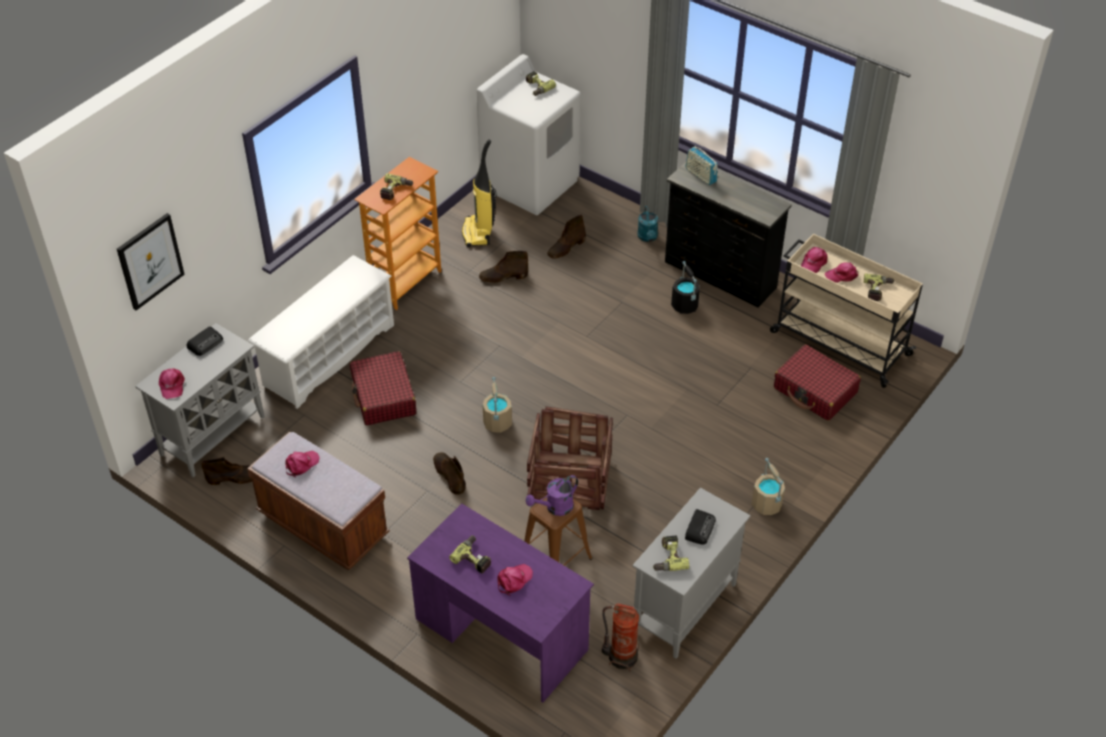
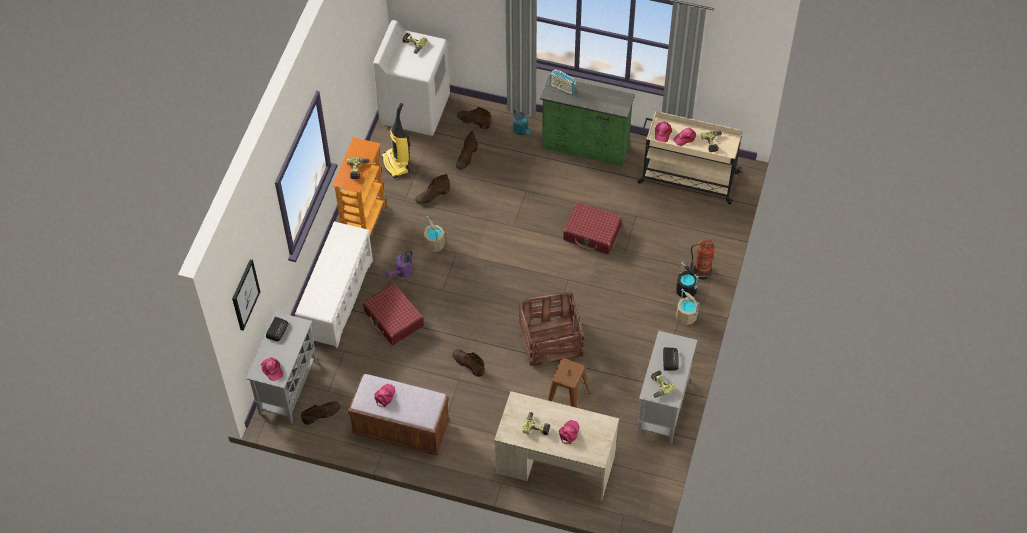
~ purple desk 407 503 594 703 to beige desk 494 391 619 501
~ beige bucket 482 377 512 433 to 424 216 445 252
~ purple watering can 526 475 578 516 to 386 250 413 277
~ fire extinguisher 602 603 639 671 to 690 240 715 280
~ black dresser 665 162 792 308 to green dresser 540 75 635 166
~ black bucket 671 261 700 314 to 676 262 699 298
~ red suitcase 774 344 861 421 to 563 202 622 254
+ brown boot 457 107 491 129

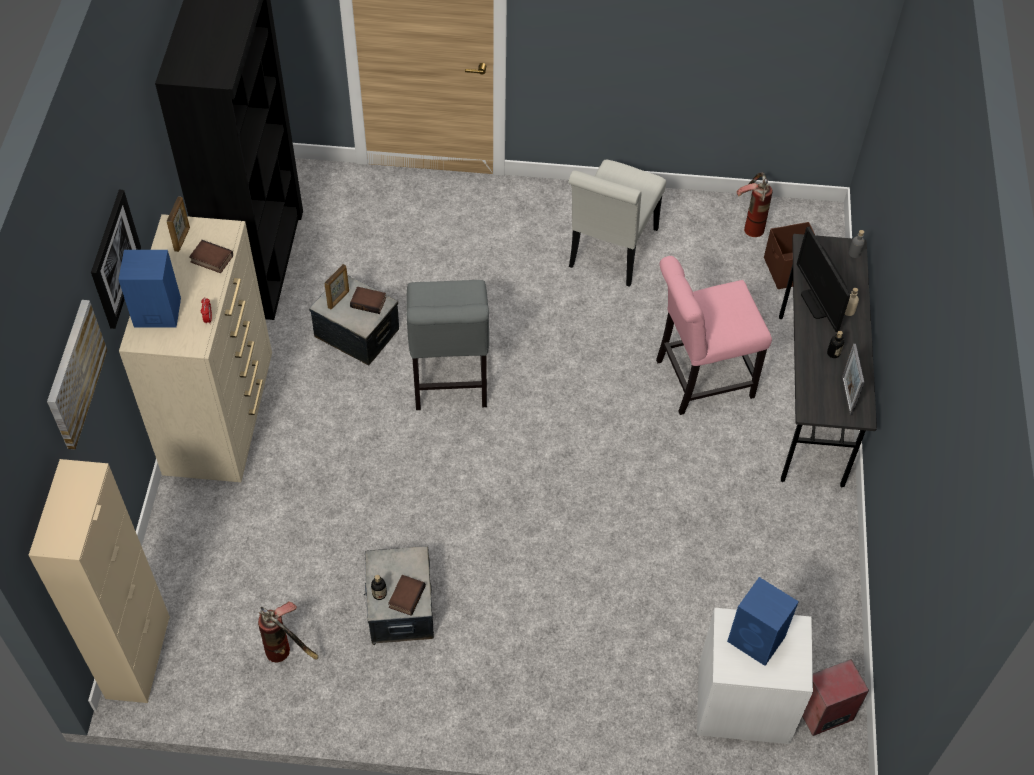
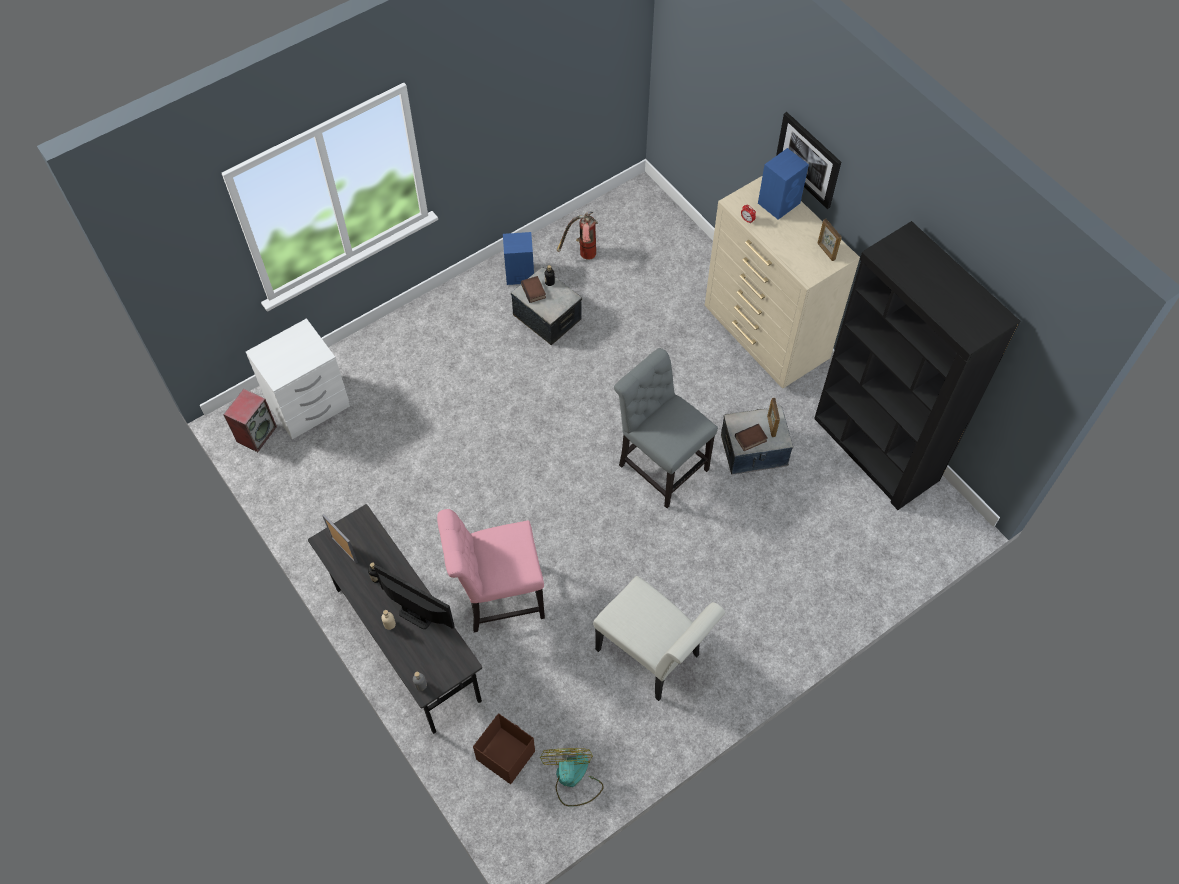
- beige cabinet 29 459 170 703
- picture 47 300 107 449
- book 189 240 233 273
~ white chair 568 160 666 287 = 593 576 725 701 150 degrees clockwise
~ pink chair 656 256 772 415 = 437 509 545 632 135 degrees counterclockwise
~ blue speaker 727 577 799 666 to 503 232 534 285
~ fire extinguisher 737 172 773 237 to fan 540 748 604 807

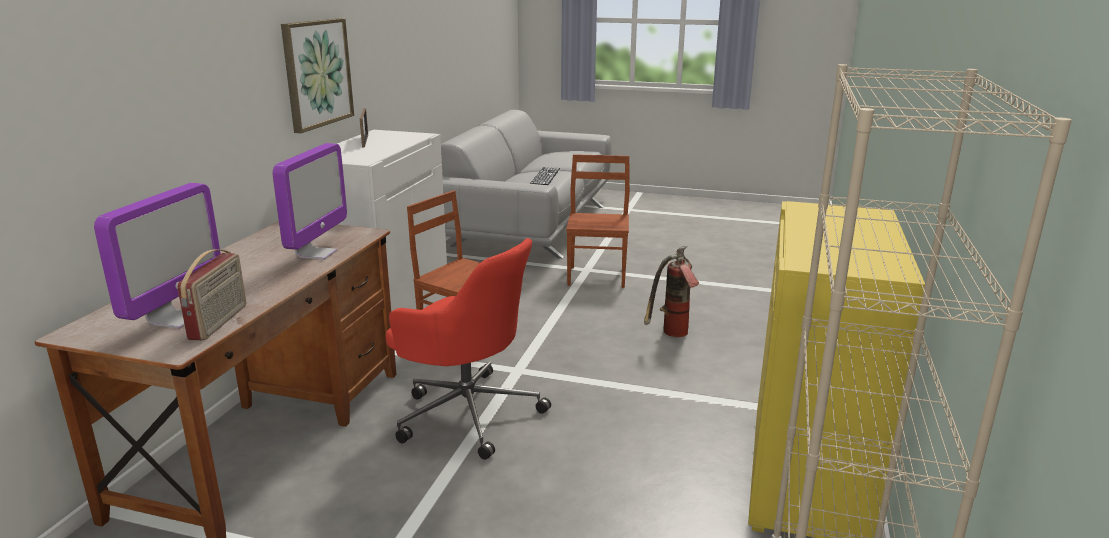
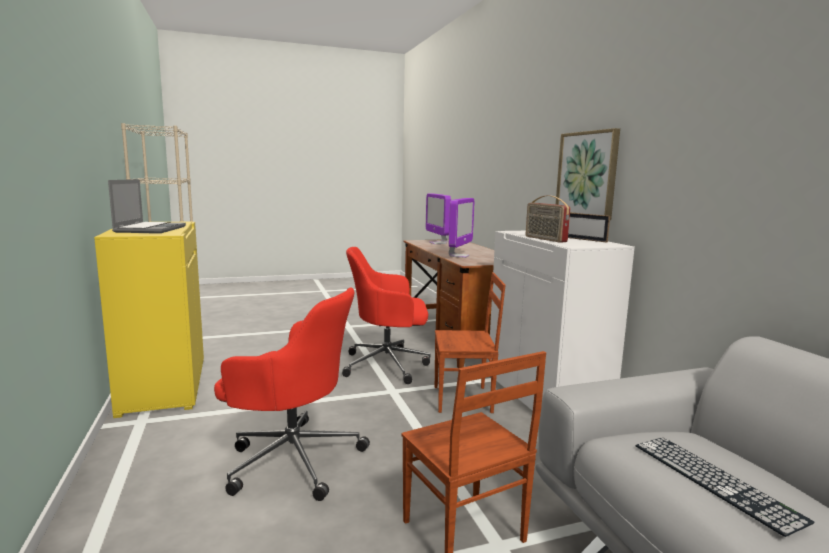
~ radio 177 249 246 340 to 526 195 570 243
~ monitor 272 143 347 260 = 449 198 474 258 135 degrees counterclockwise
~ fire extinguisher 644 246 700 337 to red office chair 214 288 370 501
+ laptop 108 179 186 233

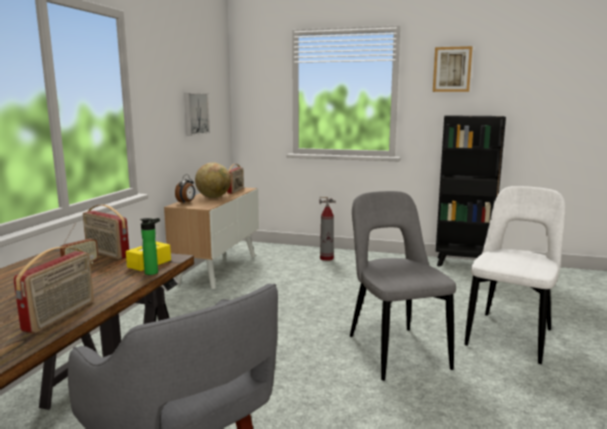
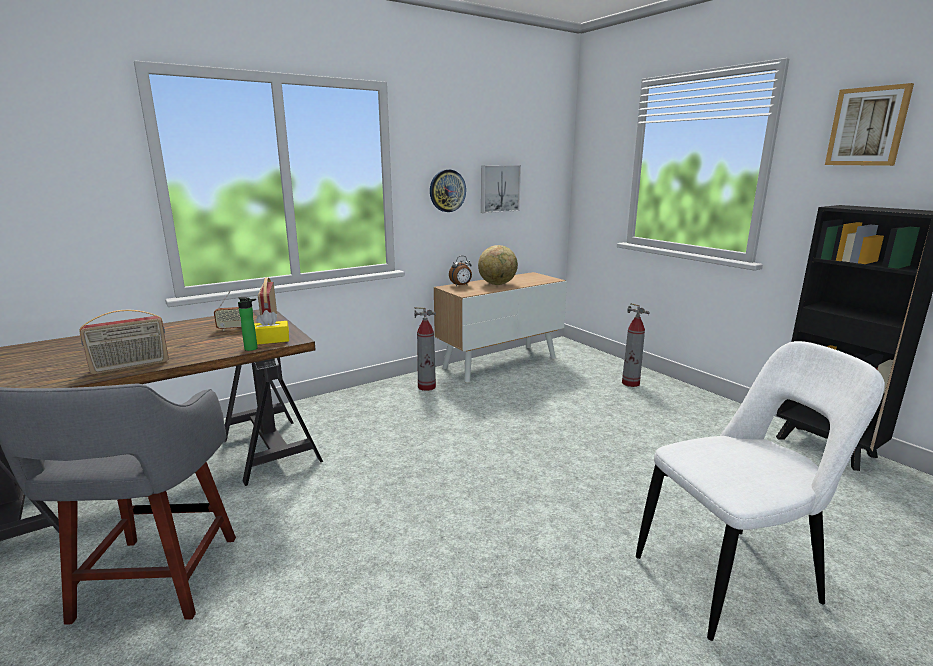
- radio 227 164 244 194
- grey chair 350 191 456 381
+ fire extinguisher 414 307 436 391
+ wall clock 430 170 466 212

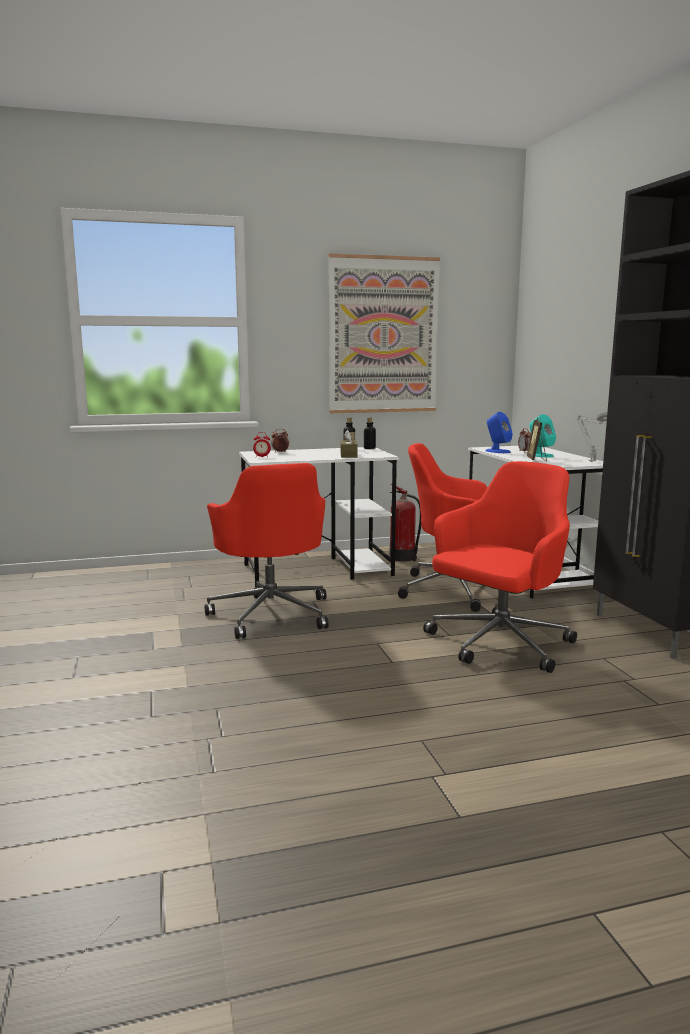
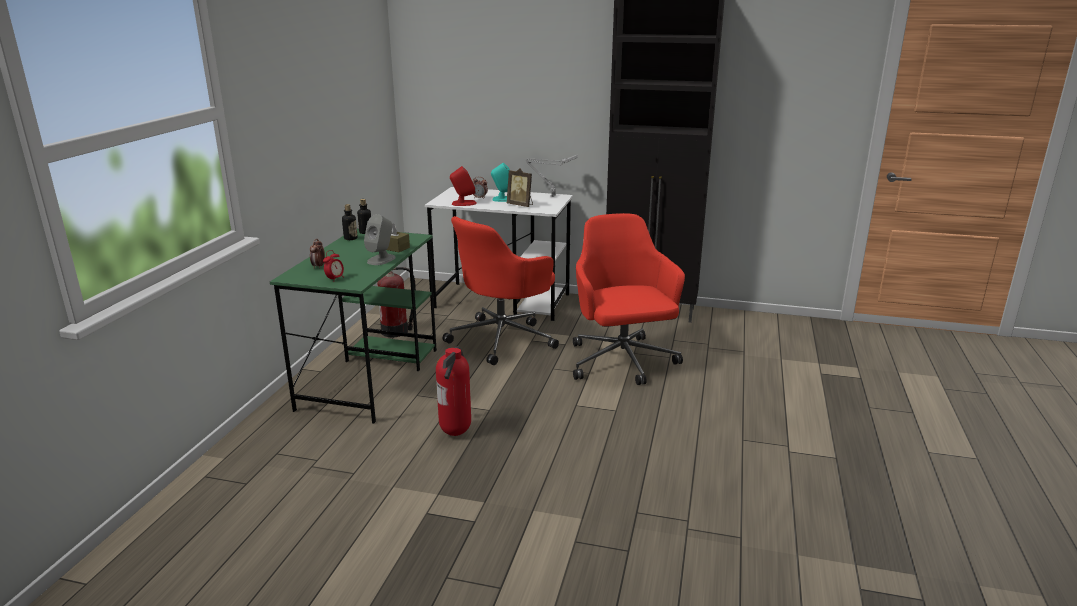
~ red office chair 205 463 329 639 to fire extinguisher 436 347 471 436
~ white desk 239 447 399 588 to green desk 270 229 437 424
- picture 329 254 440 413
~ blue speaker 485 412 513 453 to red speaker 450 166 477 206
+ grey speaker 364 214 396 265

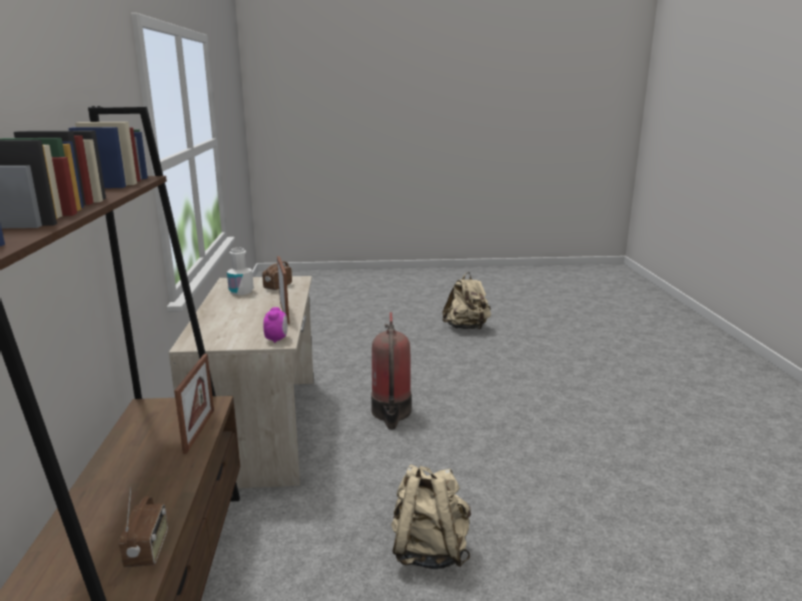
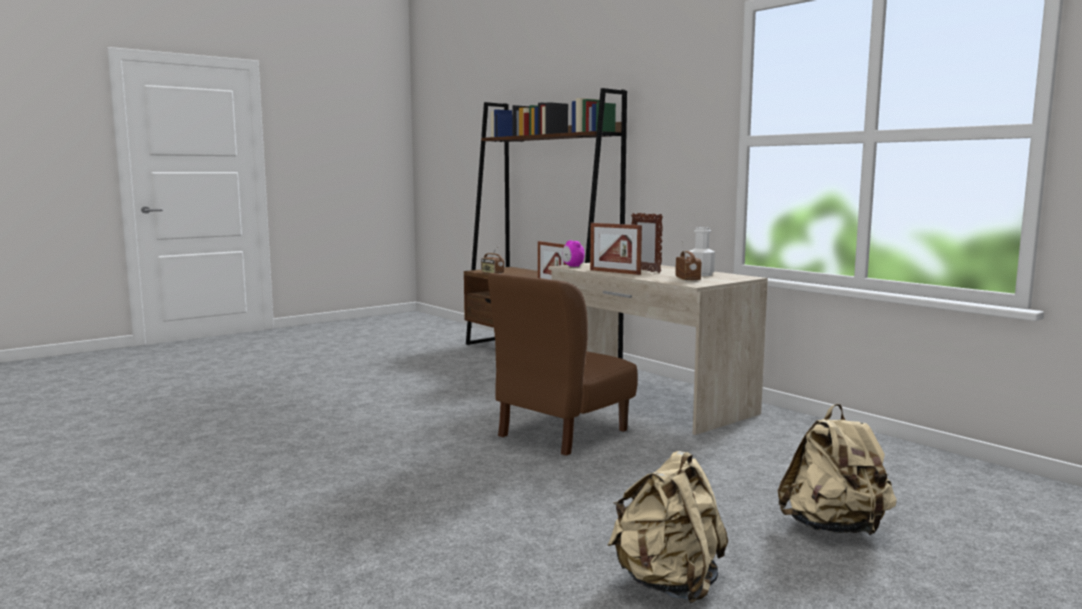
~ fire extinguisher 371 312 411 430 to brown chair 488 273 638 456
~ beige backpack 391 464 471 569 to 778 404 897 535
+ picture frame 631 213 663 273

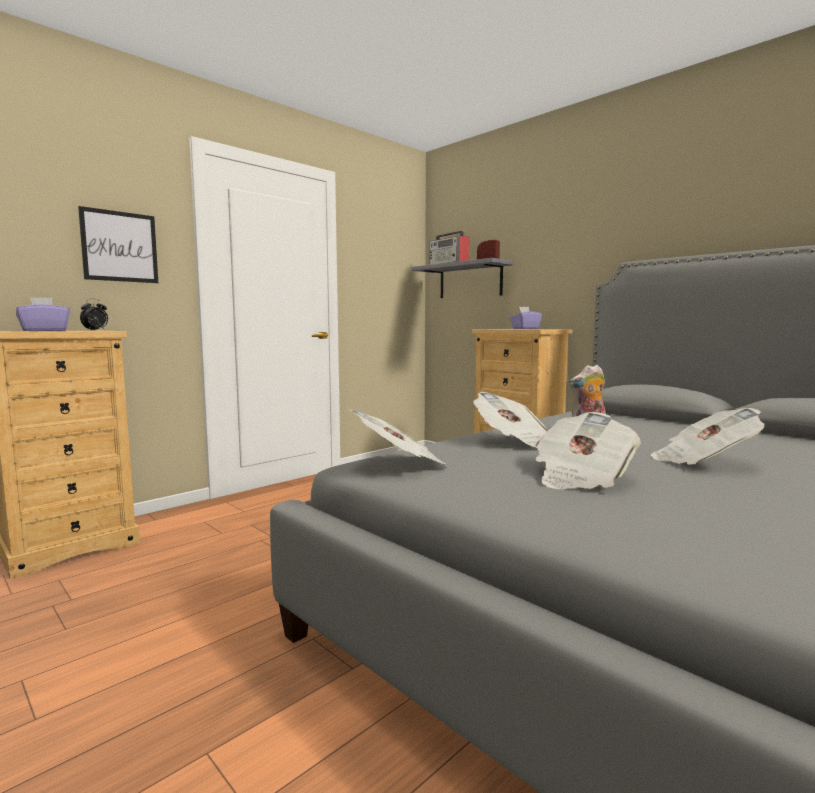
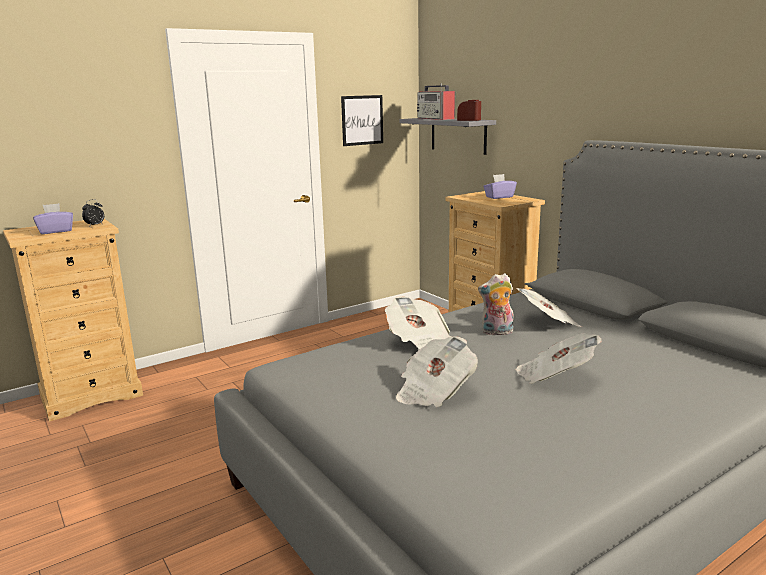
~ picture 78 206 158 283 to 341 95 383 146
~ newspaper 349 409 448 465 to 516 288 582 327

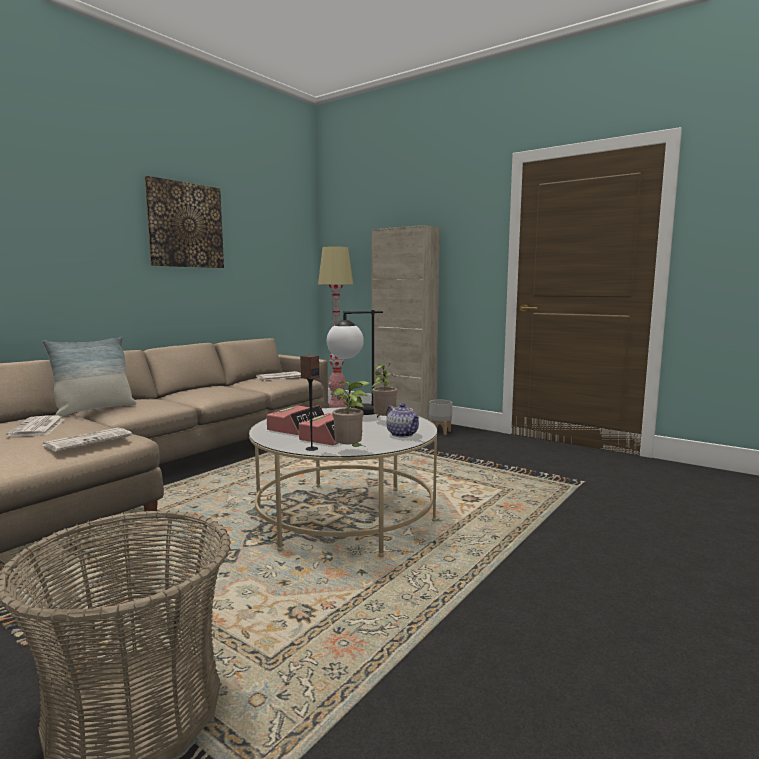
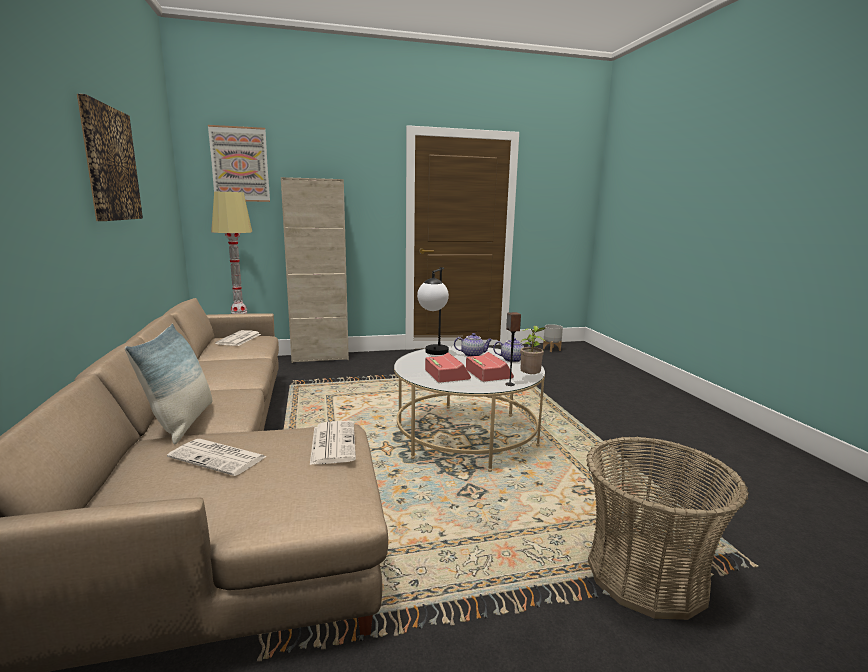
~ potted plant 372 363 397 418 to teapot 454 333 493 357
~ grey planter 429 400 452 435 to 543 324 563 352
+ picture 208 125 270 202

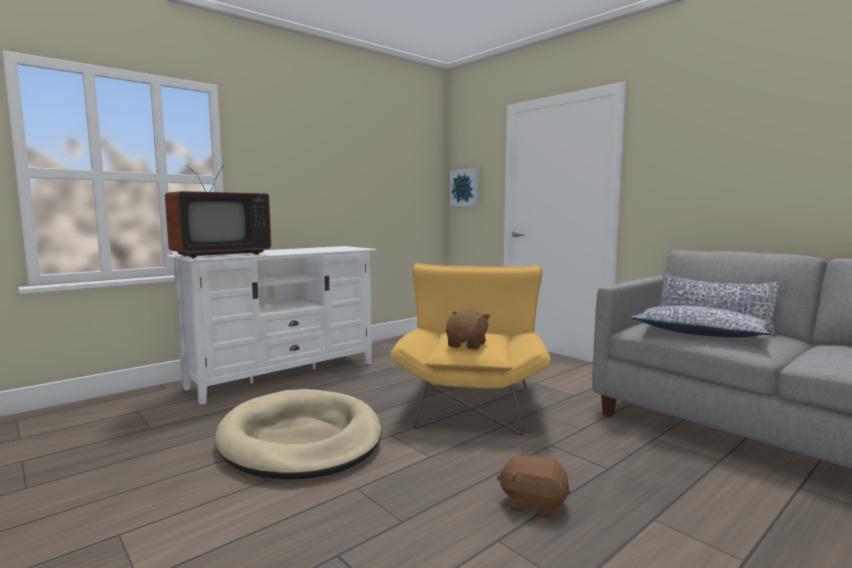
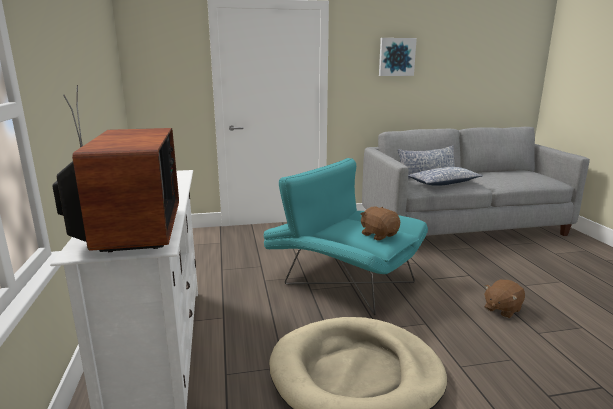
~ yellow armchair 391 263 550 436 to turquoise armchair 263 158 428 315
~ picture 450 168 479 206 to 379 38 417 76

